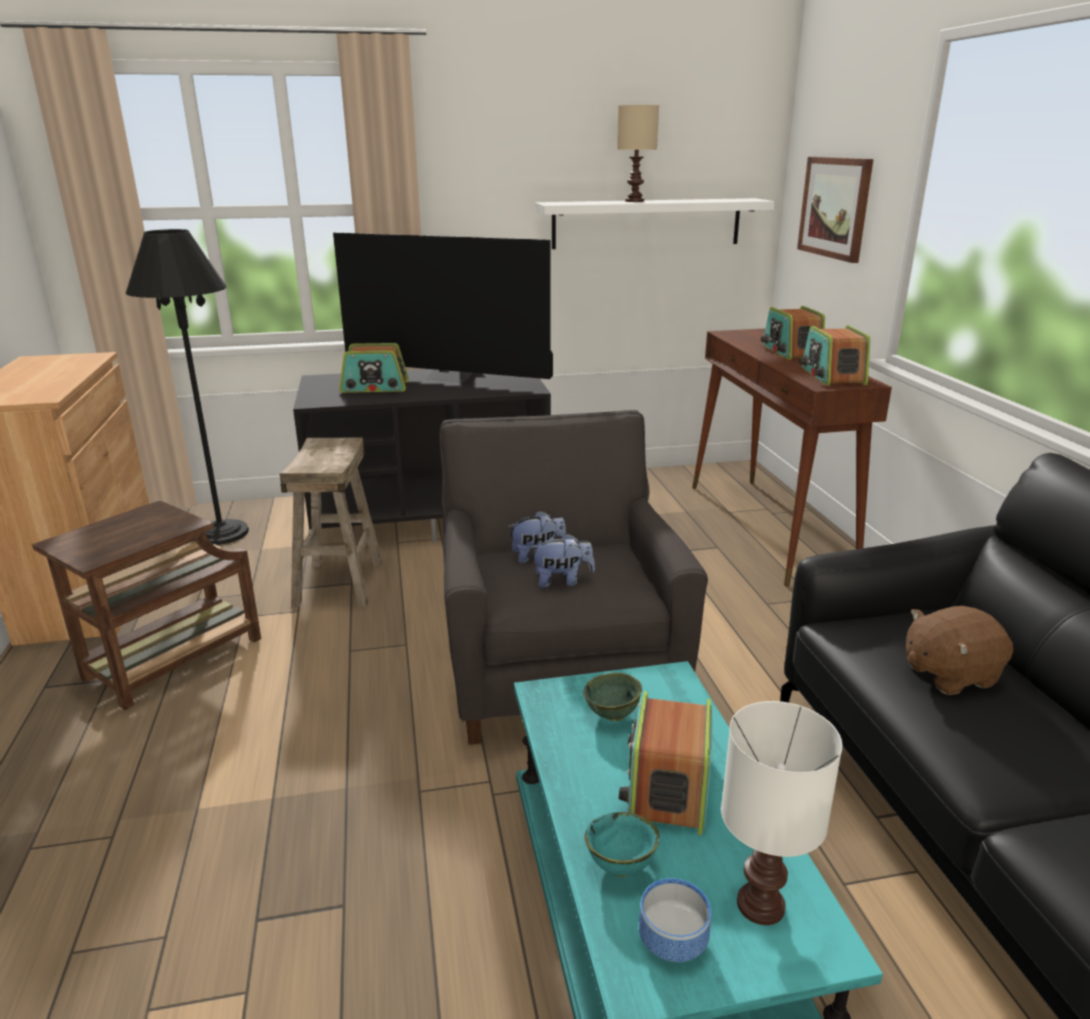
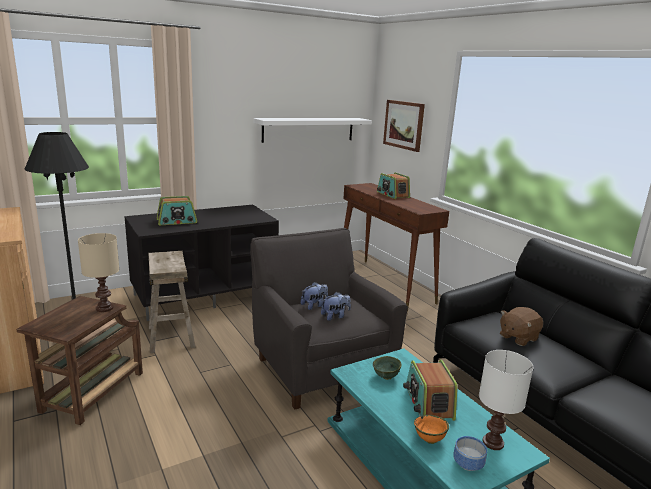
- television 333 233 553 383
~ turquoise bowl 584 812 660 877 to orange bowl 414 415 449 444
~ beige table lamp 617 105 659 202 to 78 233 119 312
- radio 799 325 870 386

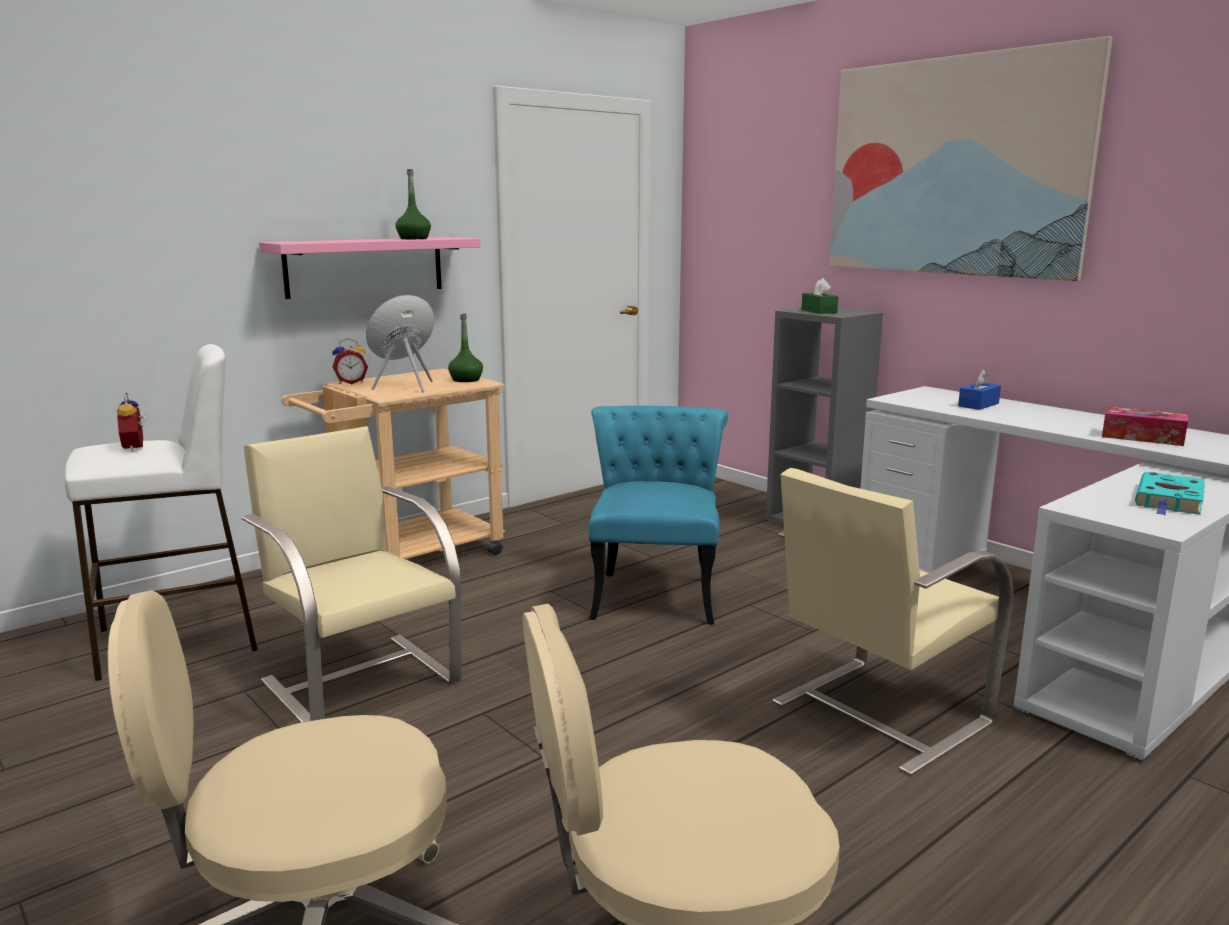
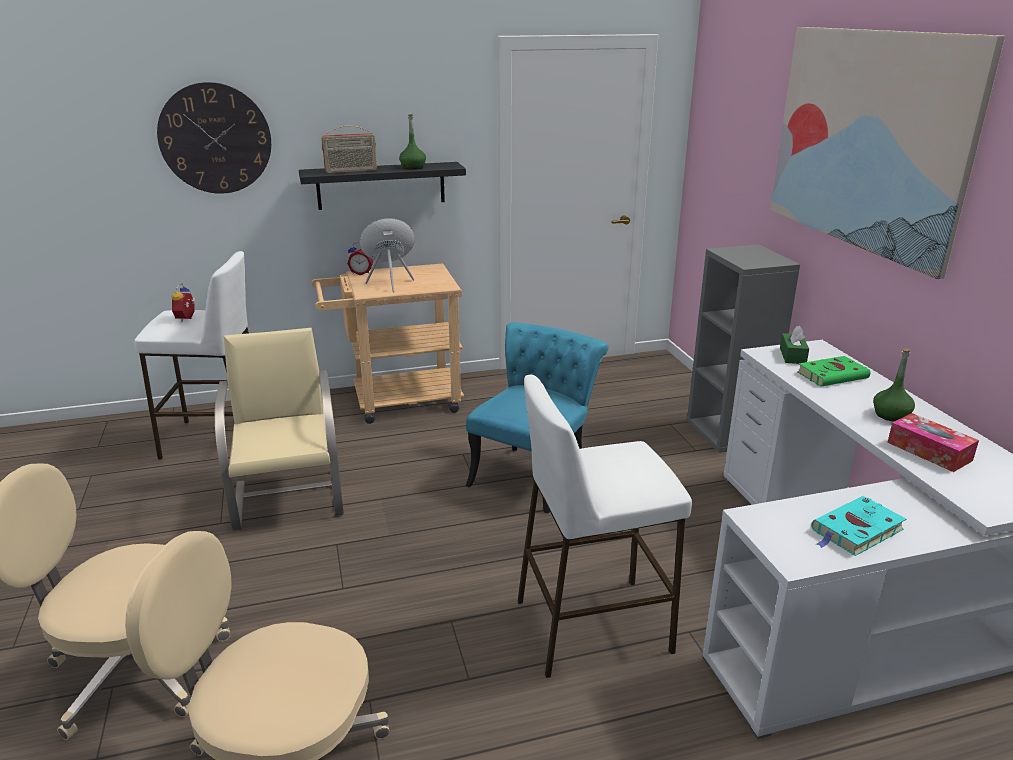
~ pink shelf 259 237 480 299 to black shelf 299 162 466 210
~ green bottle 448 313 483 382 to 873 348 915 422
~ beige chair 773 468 1014 776 to white stool 518 375 692 678
~ green tissue box 802 278 838 314 to 780 326 809 364
~ blue tissue box 958 369 1001 410 to green book 797 356 870 387
+ wall clock 157 82 271 194
+ radio 321 126 377 173

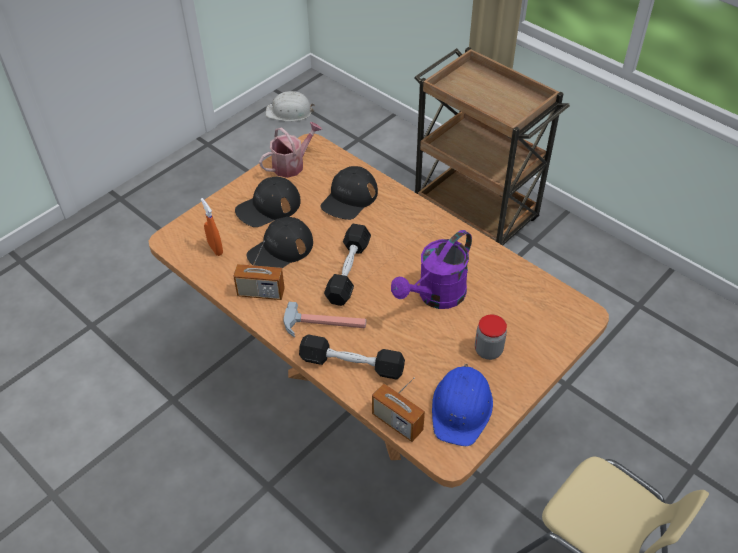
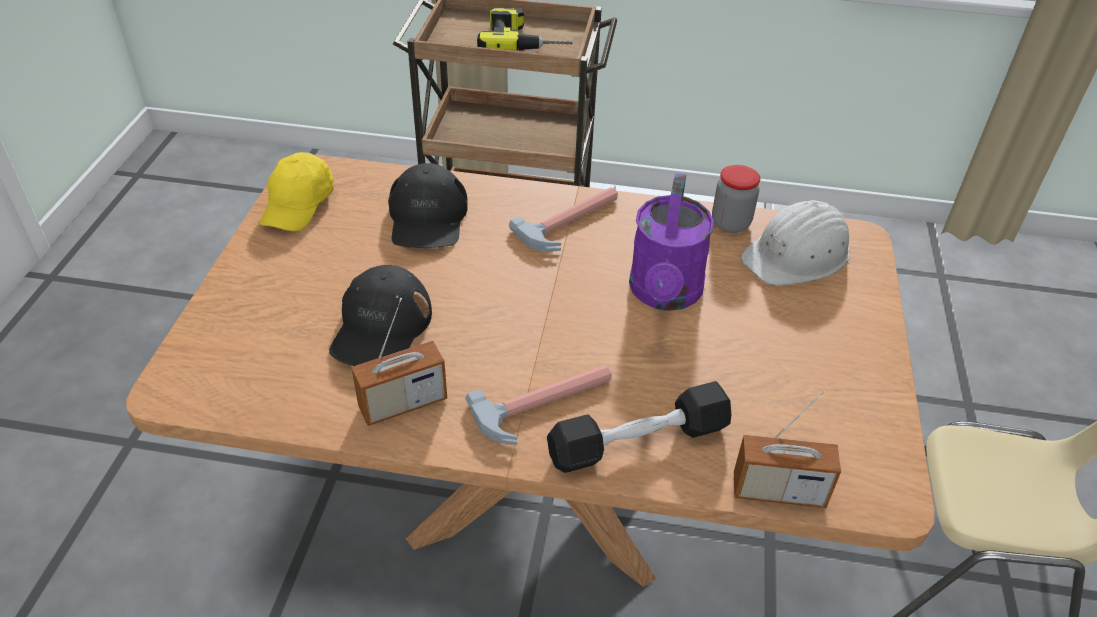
- orange spray bottle 201 198 223 256
- black cap 235 176 301 227
~ watering can 259 122 323 178 to yellow cap 259 152 334 231
~ white hard hat 265 91 315 121 to 741 200 850 286
- black dumbbell 324 224 371 306
- blue hard hat 432 364 493 446
~ jar 475 315 507 360 to 712 165 760 233
+ power drill 477 7 573 50
+ hammer 509 187 618 252

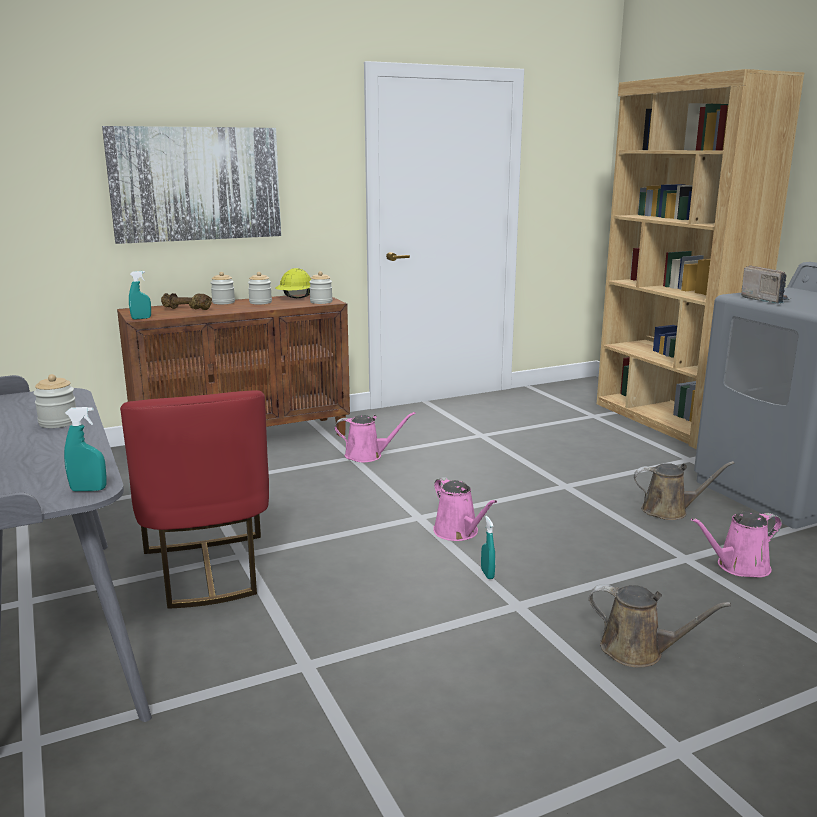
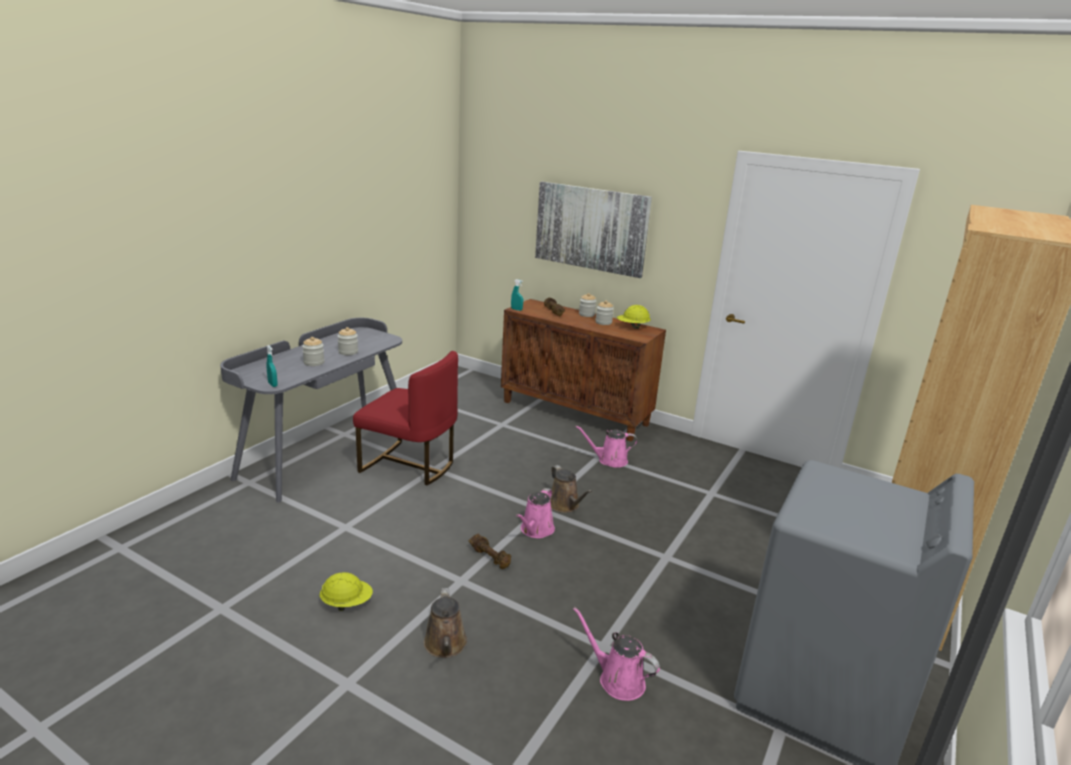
~ red chair 120 390 269 609 = 353 351 458 485 105 degrees counterclockwise
~ jar 309 271 333 304 to 302 337 324 366
~ pink watering can 335 412 415 462 = 575 426 638 468 120 degrees clockwise
~ turquoise spray bottle 481 516 495 579 to brown dumbbell 469 534 511 569
~ brown watering can 634 461 735 520 to 550 465 592 513
- radio 741 265 792 304
+ yellow hard hat 320 572 373 611

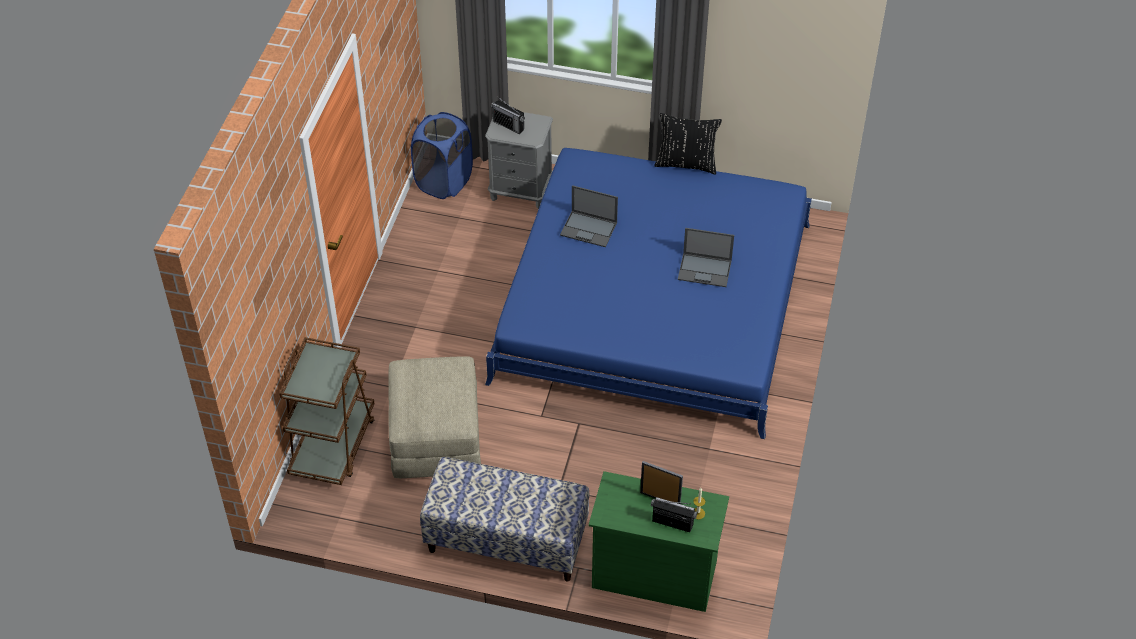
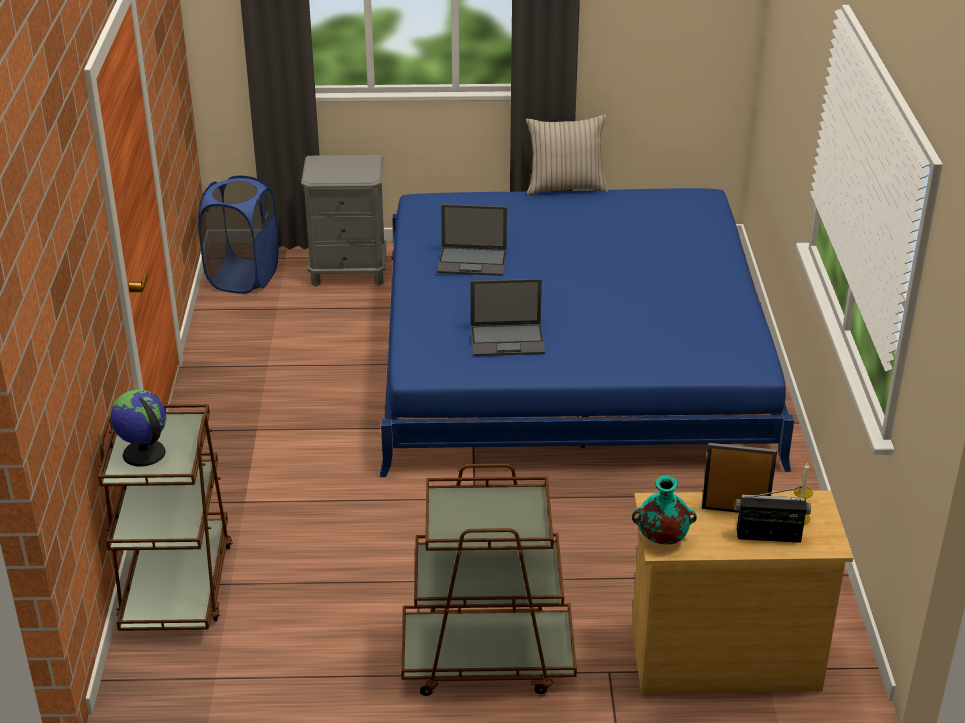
- beige ottoman 388 357 481 478
~ bench 420 457 589 581 to brown cart 401 464 577 696
- radio 491 96 525 134
~ green dresser 589 471 729 612 to beige dresser 632 490 853 694
~ black pillow 655 113 722 175 to beige pillow 526 115 608 195
~ laptop 678 228 734 287 to 471 279 545 356
+ globe 110 389 167 467
+ turquoise vase 632 475 697 544

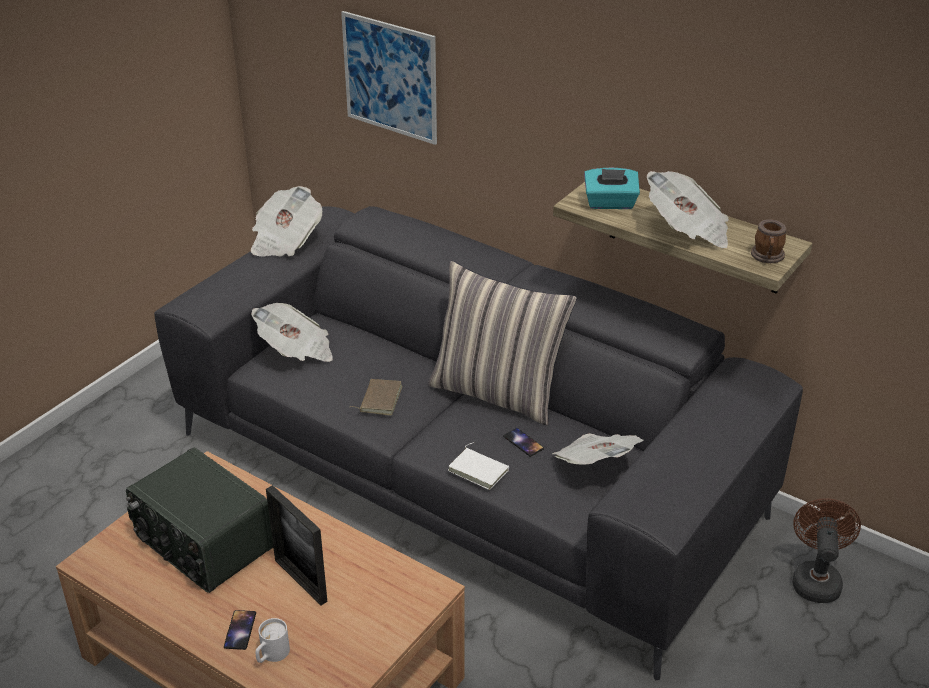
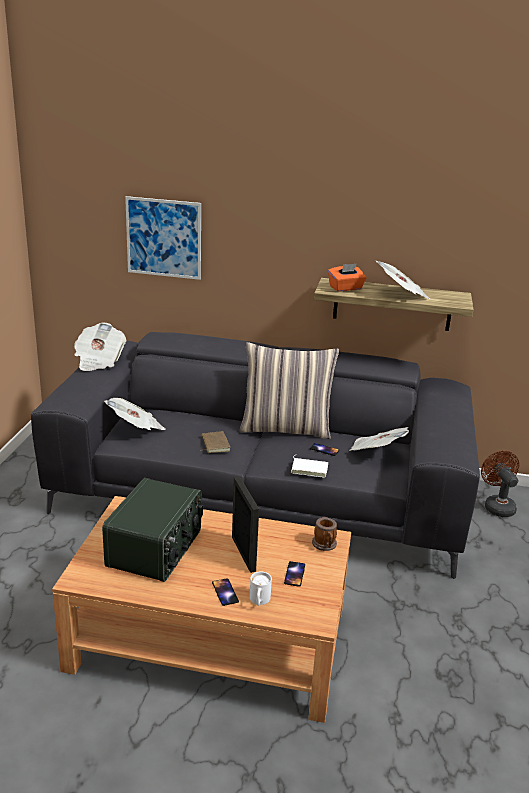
~ radio 126 447 273 593 = 102 478 203 582 90 degrees counterclockwise
~ picture frame 266 485 328 605 = 232 476 259 573 135 degrees counterclockwise
~ turquoise tissue box 584 167 640 209 to orange tissue box 328 264 367 292
~ mug 751 219 787 263 to 312 517 337 551
+ phone 284 561 305 587

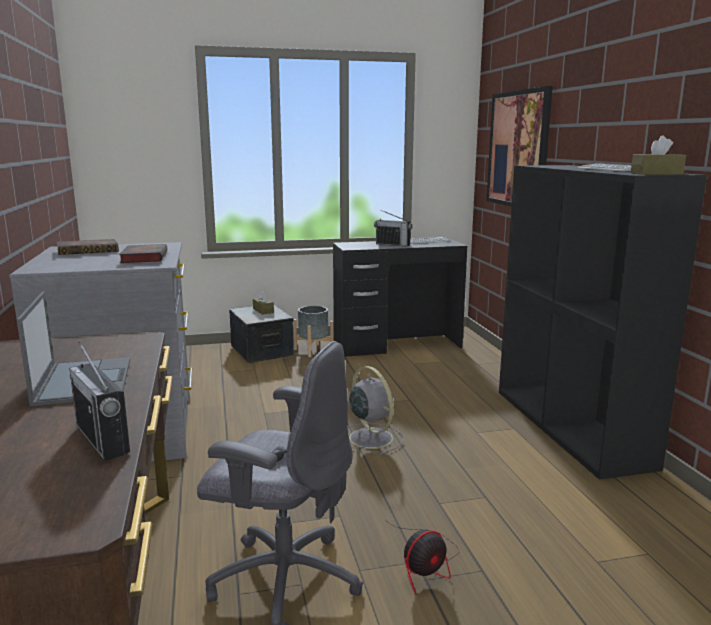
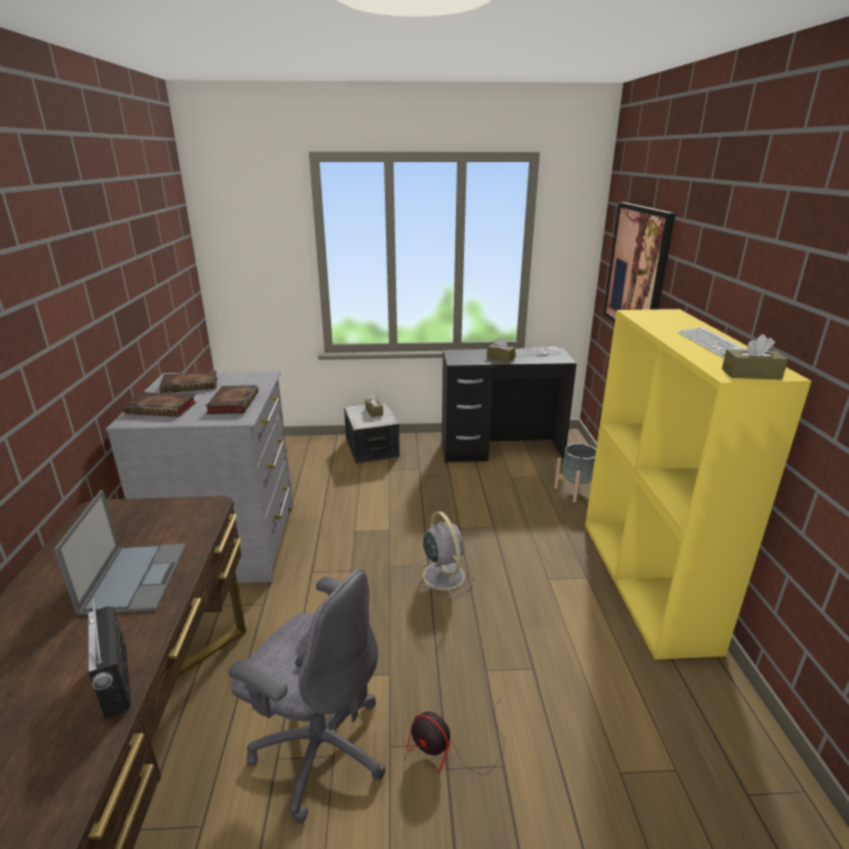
~ grey planter 293 306 334 357 to 554 443 596 503
~ radio 374 210 413 246 to brown tissue box 487 337 516 362
~ fan 384 519 460 595 = 407 700 504 775 60 degrees clockwise
~ black bookcase 499 165 707 479 to yellow bookcase 585 309 811 659
+ book 123 392 197 417

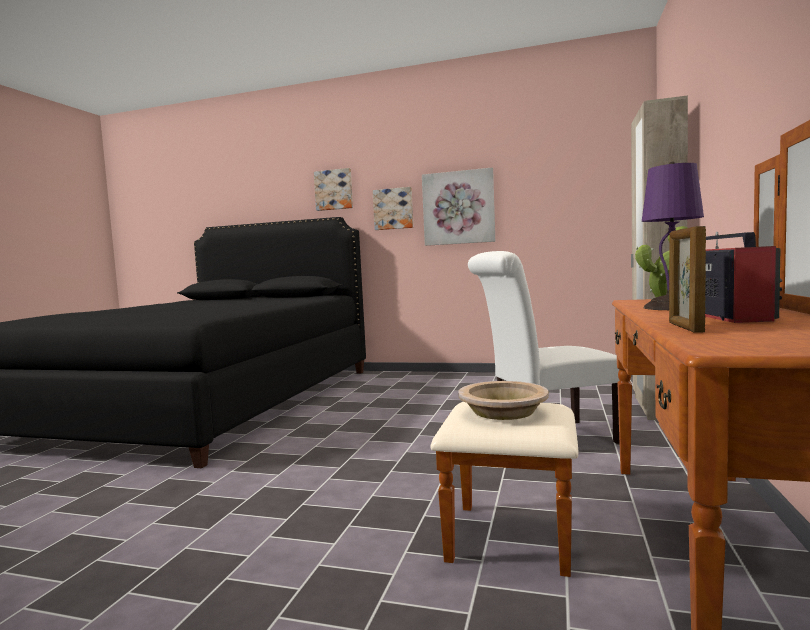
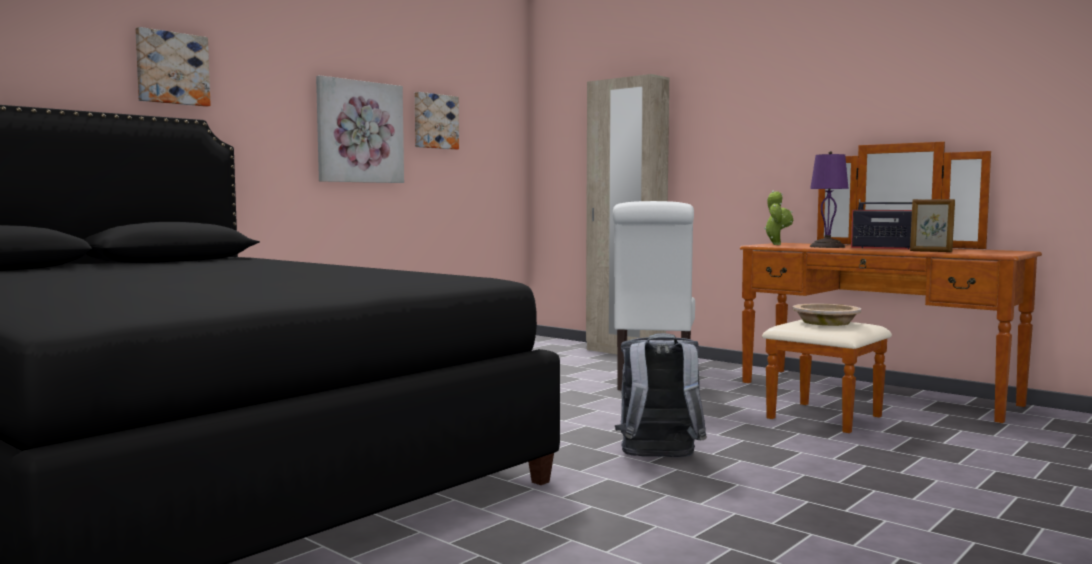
~ picture 373 187 413 230 to 415 92 459 150
+ grey backpack 615 333 707 457

